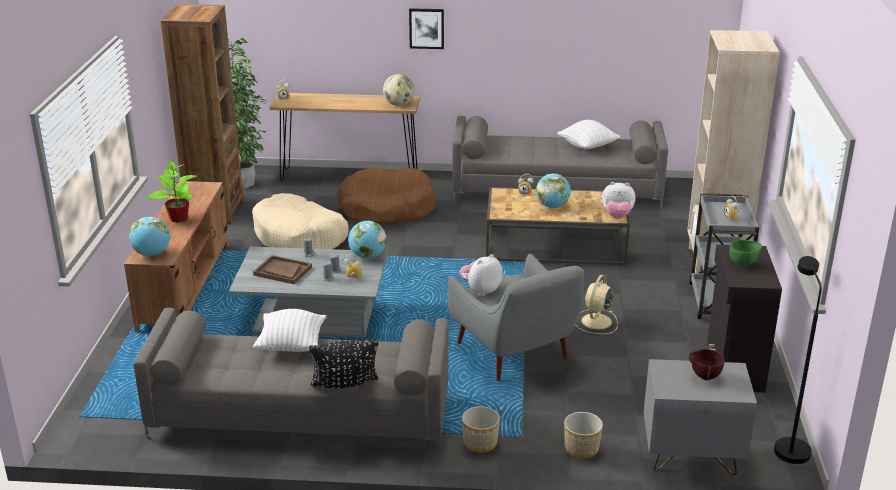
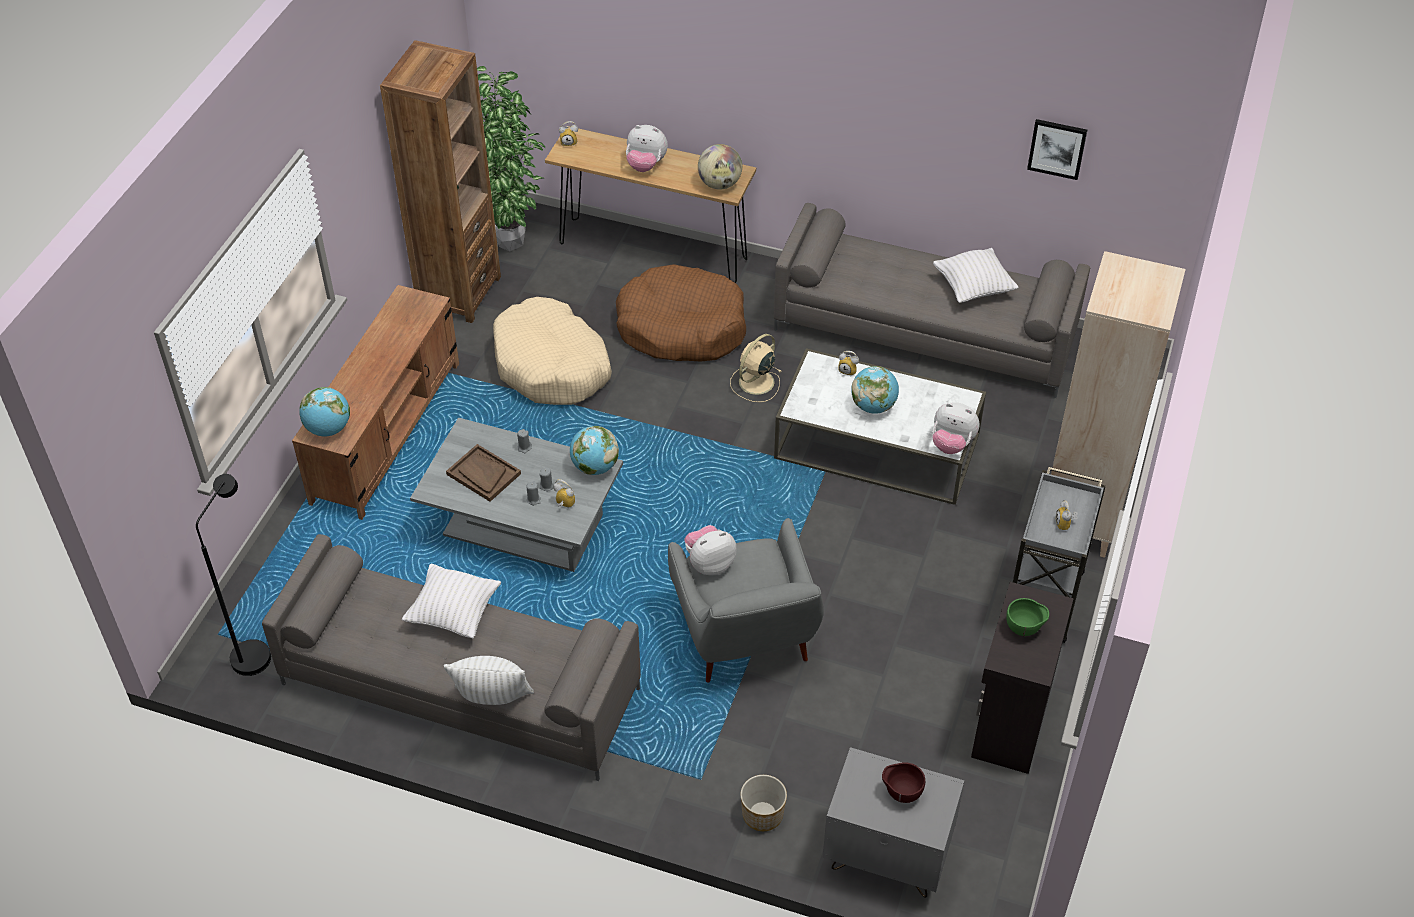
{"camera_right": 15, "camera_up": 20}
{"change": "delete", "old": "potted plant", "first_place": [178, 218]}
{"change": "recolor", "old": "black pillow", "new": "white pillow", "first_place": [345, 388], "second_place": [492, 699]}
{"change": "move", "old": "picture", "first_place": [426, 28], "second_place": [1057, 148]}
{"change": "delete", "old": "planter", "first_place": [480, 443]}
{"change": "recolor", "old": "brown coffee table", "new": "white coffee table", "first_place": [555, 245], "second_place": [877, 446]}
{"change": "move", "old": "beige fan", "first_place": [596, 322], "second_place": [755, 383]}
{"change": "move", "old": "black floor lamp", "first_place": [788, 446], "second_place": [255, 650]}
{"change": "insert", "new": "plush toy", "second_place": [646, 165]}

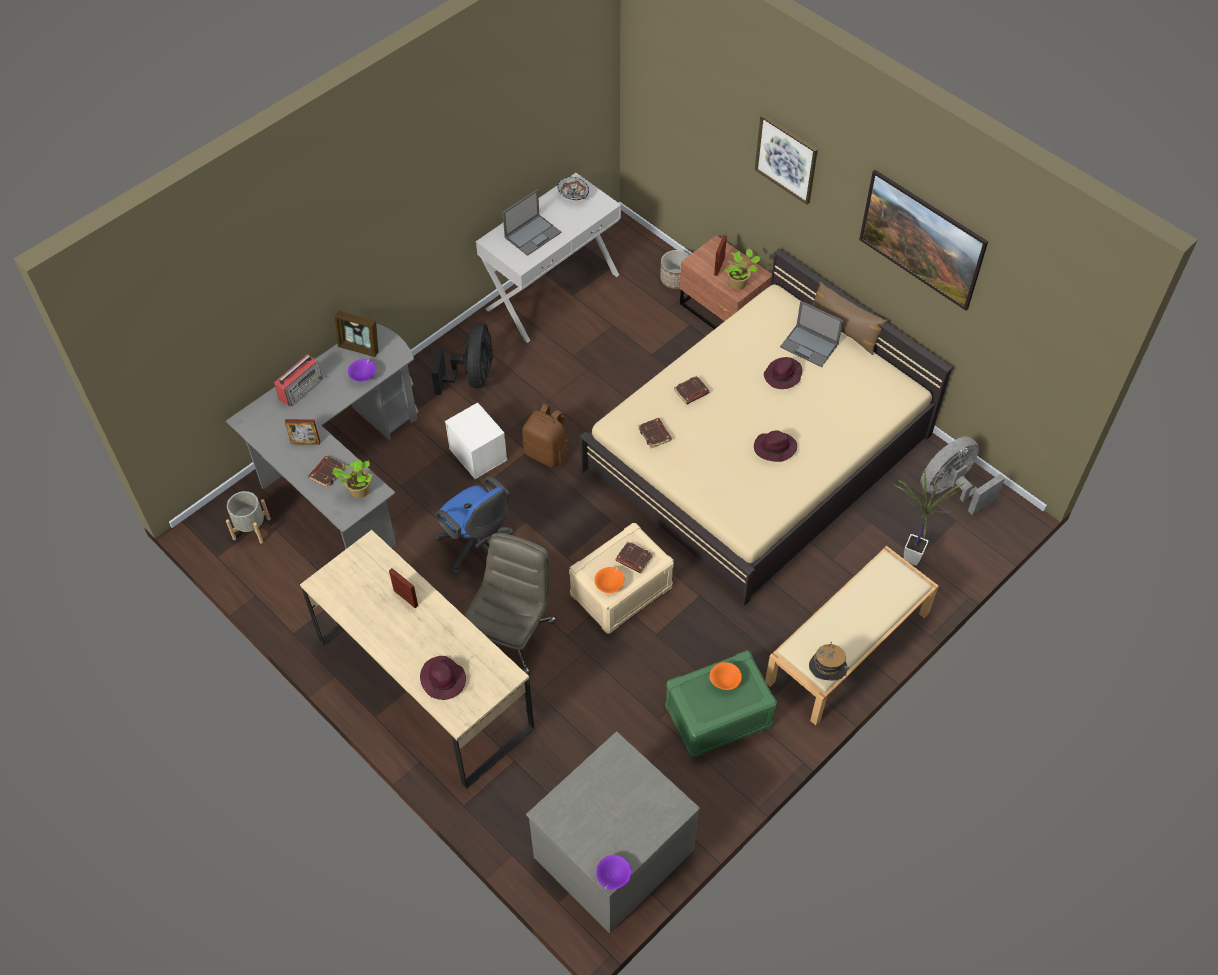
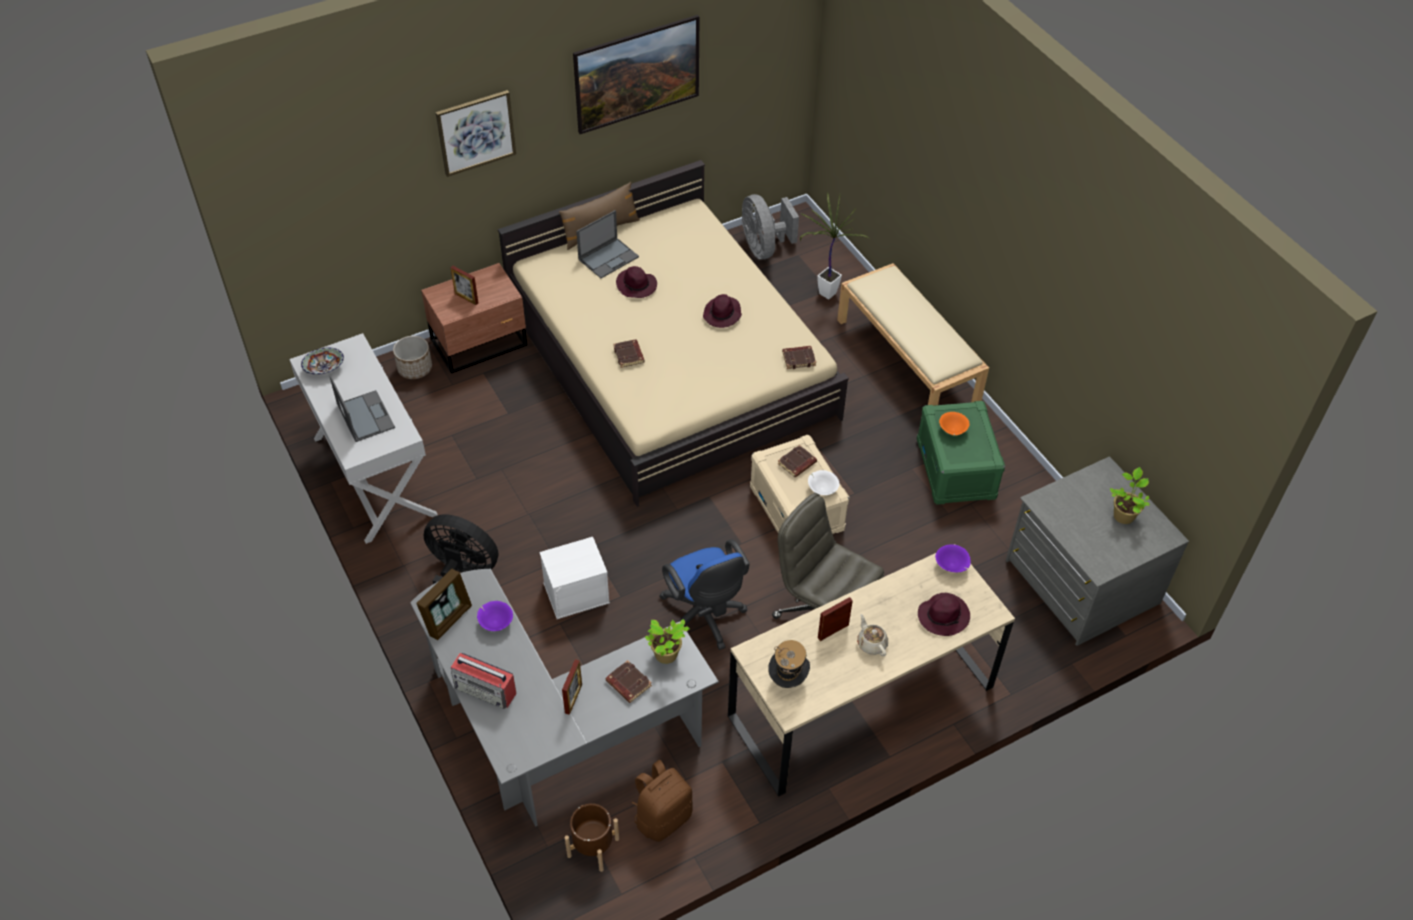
{"camera_right": -75, "camera_up": -5}
{"change": "recolor", "old": "grey planter", "new": "brown planter", "first_place": [251, 529], "second_place": [593, 847]}
{"change": "rotate", "old": "radio", "first_place": [301, 388], "second_place": [486, 690], "degrees": 150}
{"change": "rotate", "old": "blue office chair", "first_place": [478, 548], "second_place": [704, 619], "degrees": 90}
{"change": "move", "old": "brown backpack", "first_place": [547, 453], "second_place": [662, 817]}
{"change": "recolor", "old": "orange bowl", "new": "white bowl", "first_place": [610, 585], "second_place": [822, 489]}
{"change": "move", "old": "purple bowl", "first_place": [613, 877], "second_place": [951, 566]}
{"change": "move", "old": "brown book", "first_place": [655, 434], "second_place": [799, 359]}
{"change": "move", "old": "potted plant", "first_place": [739, 284], "second_place": [1123, 514]}
{"change": "move", "old": "hat", "first_place": [826, 675], "second_place": [787, 680]}
{"change": "insert", "new": "beige teapot", "second_place": [871, 643]}

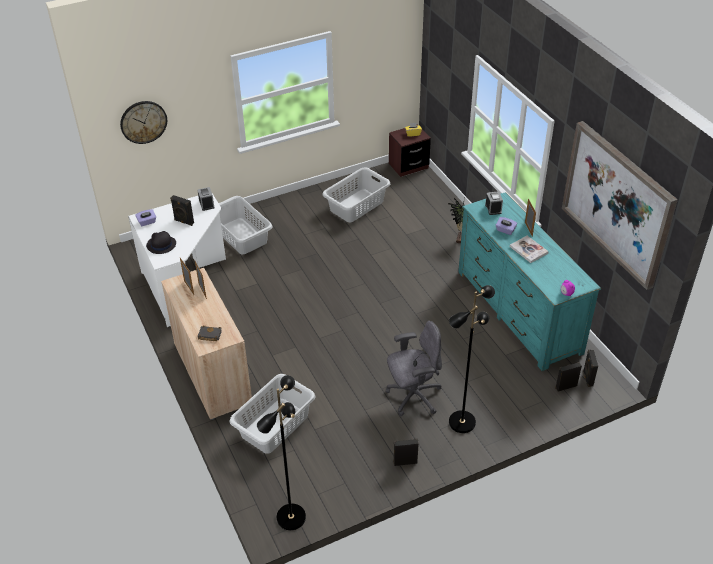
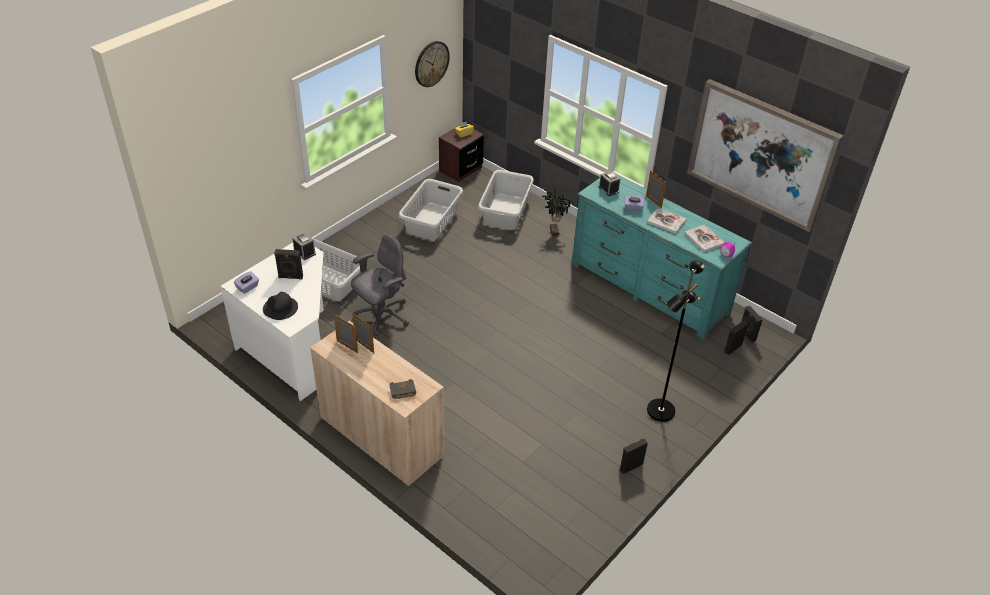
{"camera_right": -25, "camera_up": 0}
{"change": "move", "old": "wall clock", "first_place": [143, 122], "second_place": [431, 63]}
{"change": "move", "old": "grey laundry basket", "first_place": [274, 425], "second_place": [505, 211]}
{"change": "delete", "old": "black floor lamp", "first_place": [290, 517]}
{"change": "move", "old": "grey office chair", "first_place": [413, 396], "second_place": [382, 316]}
{"change": "insert", "new": "book", "second_place": [704, 239]}

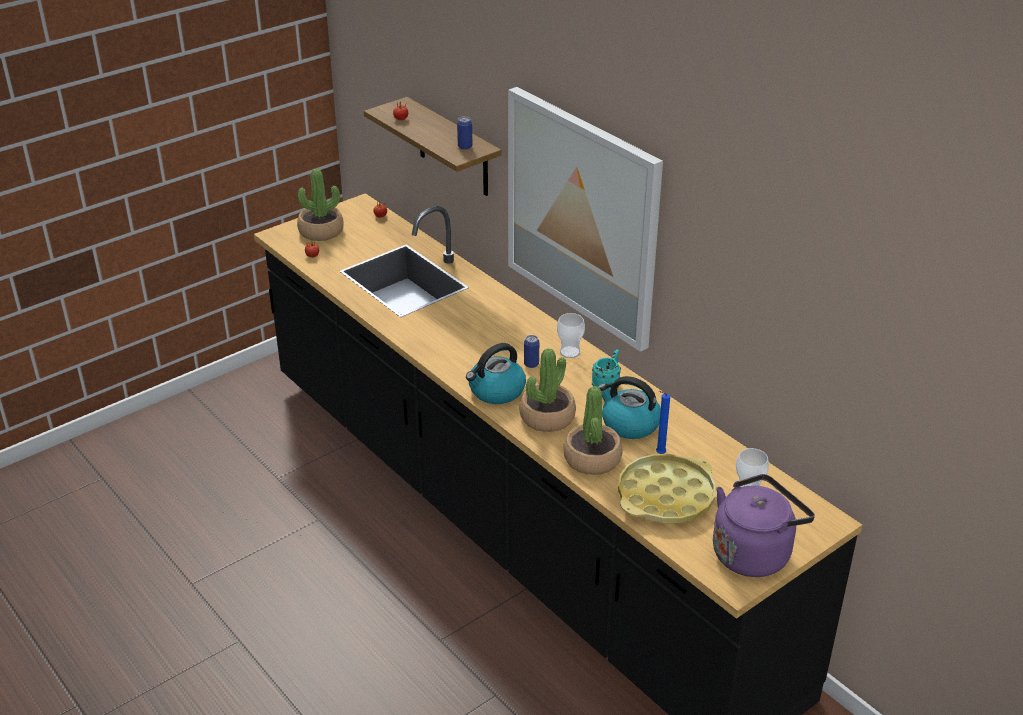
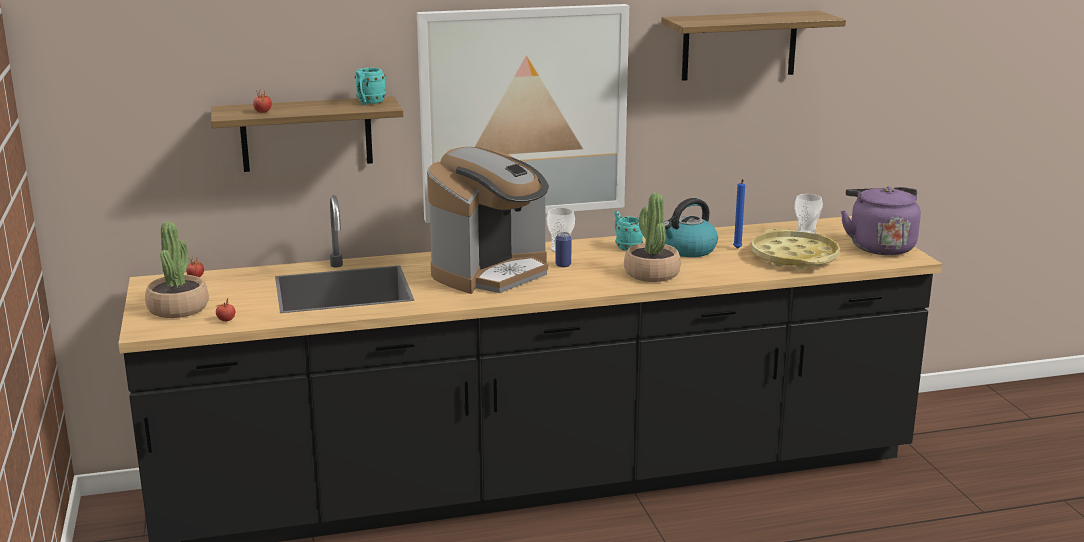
{"camera_right": -65, "camera_up": -15}
{"change": "replace", "old": "can", "new": "turquoise mug", "first_place": [465, 147], "second_place": [368, 103]}
{"change": "delete", "old": "kettle", "first_place": [496, 391]}
{"change": "delete", "old": "potted plant", "first_place": [592, 459]}
{"change": "insert", "new": "coffee machine", "second_place": [491, 273]}
{"change": "insert", "new": "shelf", "second_place": [739, 45]}

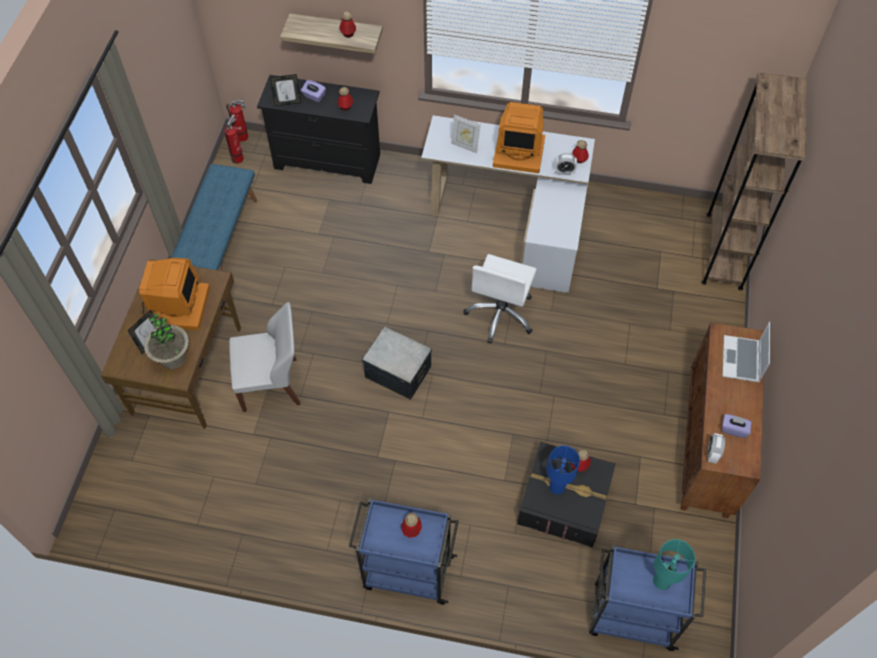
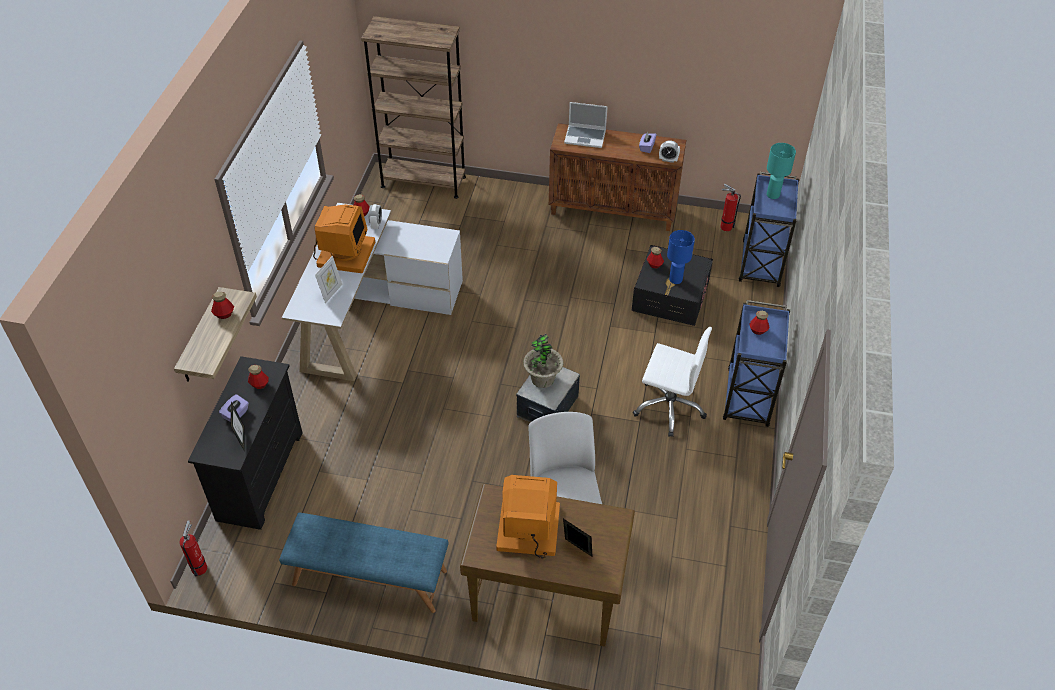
{"camera_right": -90, "camera_up": -10}
{"change": "move", "old": "potted plant", "first_place": [173, 358], "second_place": [542, 379]}
{"change": "move", "old": "fire extinguisher", "first_place": [238, 157], "second_place": [724, 226]}
{"change": "move", "old": "white office chair", "first_place": [501, 314], "second_place": [669, 407]}

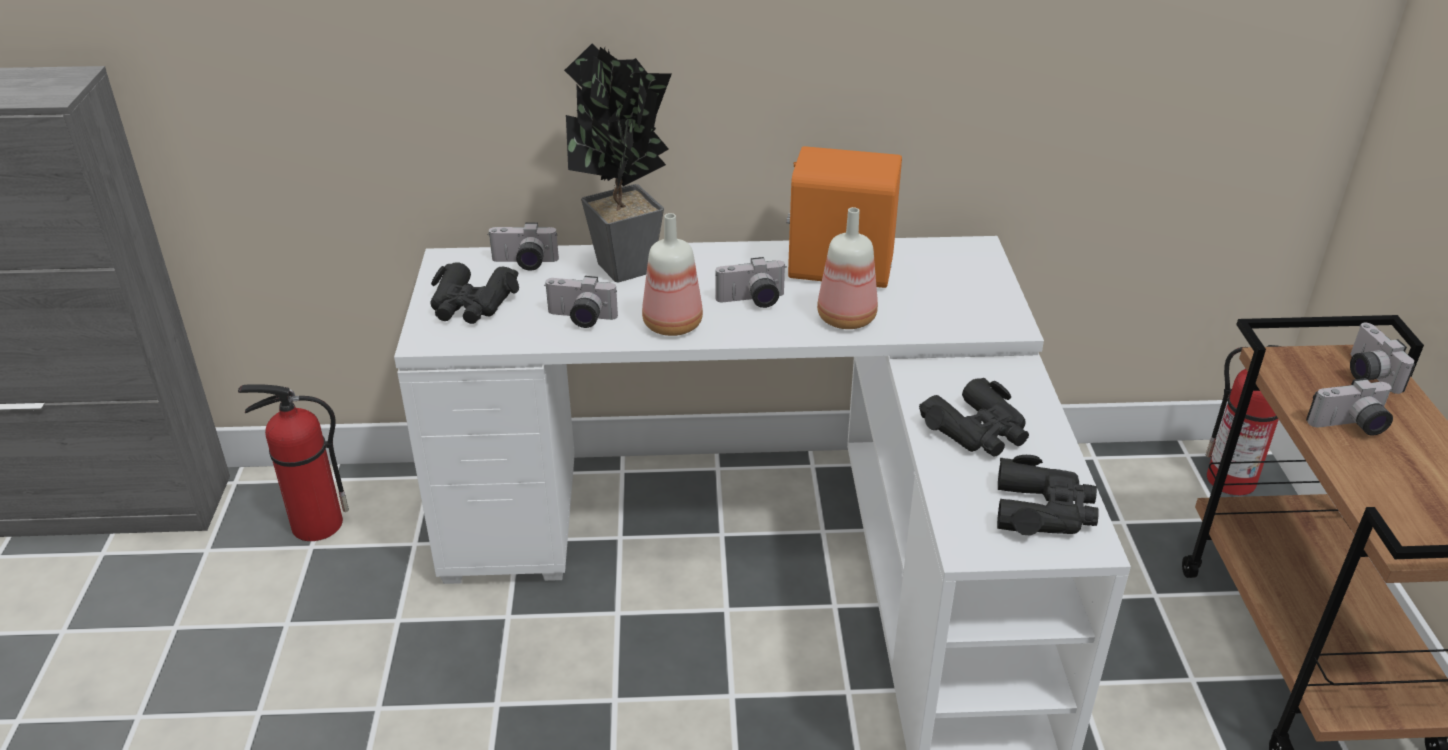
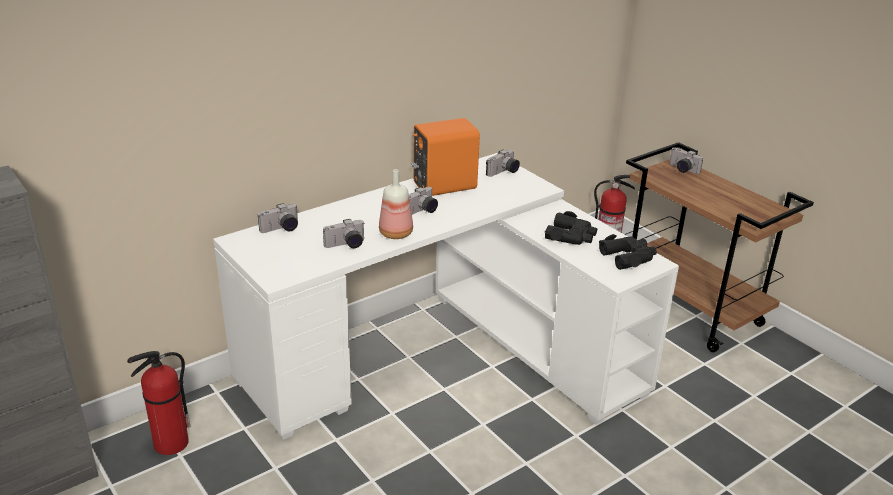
{"camera_right": -35, "camera_up": -5}
{"change": "delete", "old": "black binoculars", "first_place": [471, 304]}
{"change": "delete", "old": "potted plant", "first_place": [624, 273]}
{"change": "delete", "old": "bottle", "first_place": [848, 319]}
{"change": "move", "old": "photo camera", "first_place": [1350, 426], "second_place": [504, 172]}

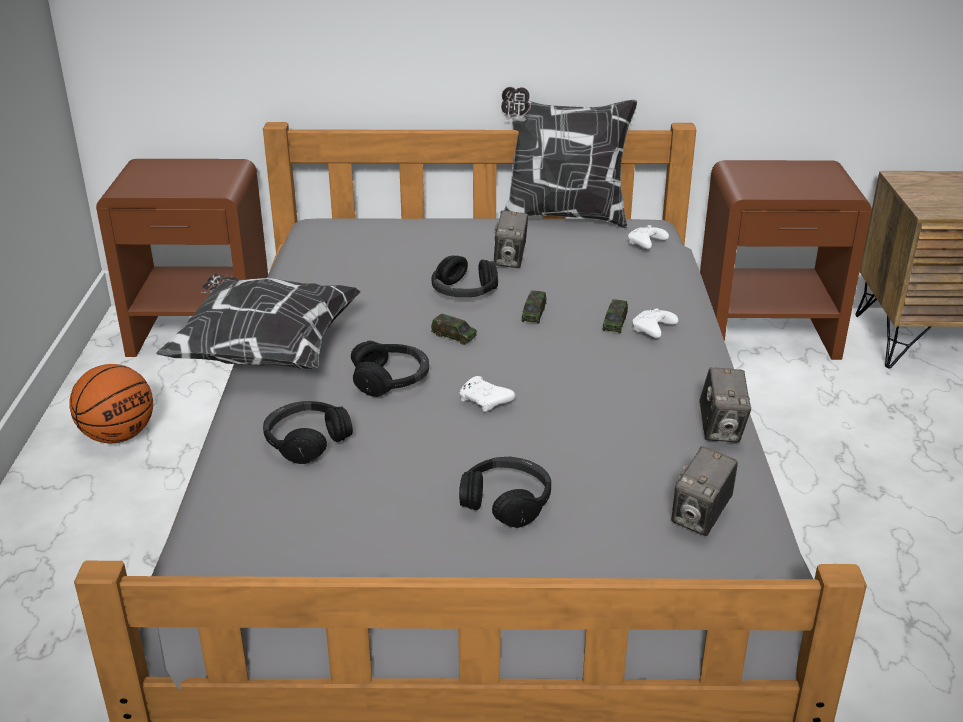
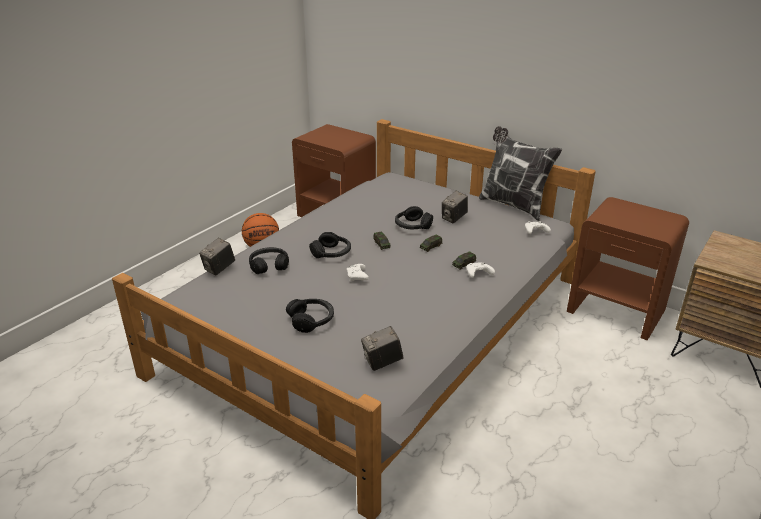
{"camera_right": 35, "camera_up": 0}
{"change": "delete", "old": "pillow", "first_place": [264, 352]}
{"change": "move", "old": "photo camera", "first_place": [721, 429], "second_place": [219, 269]}

